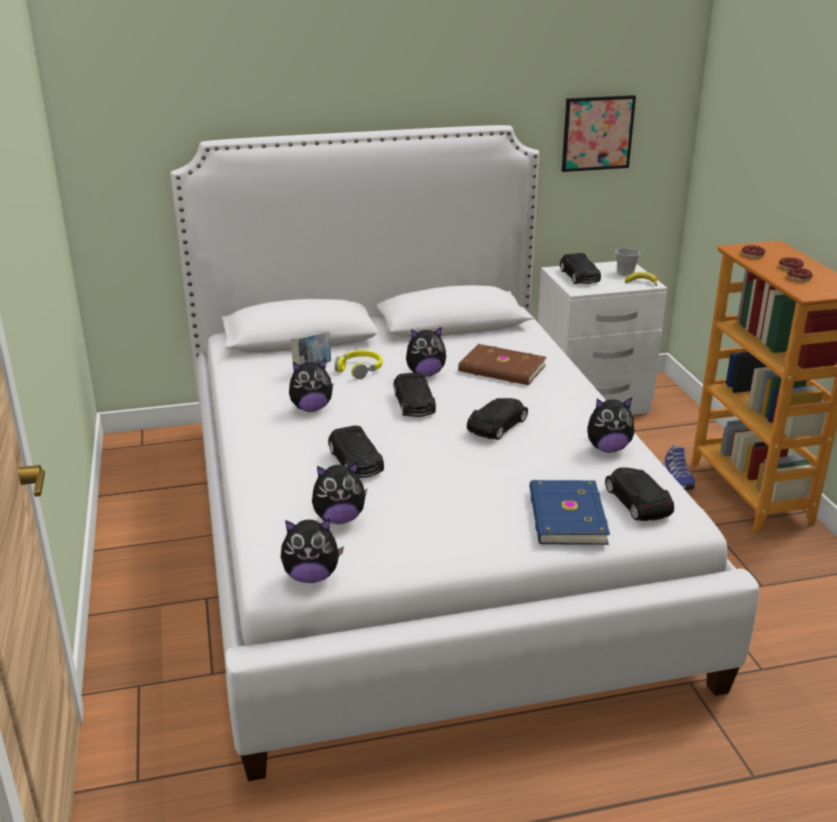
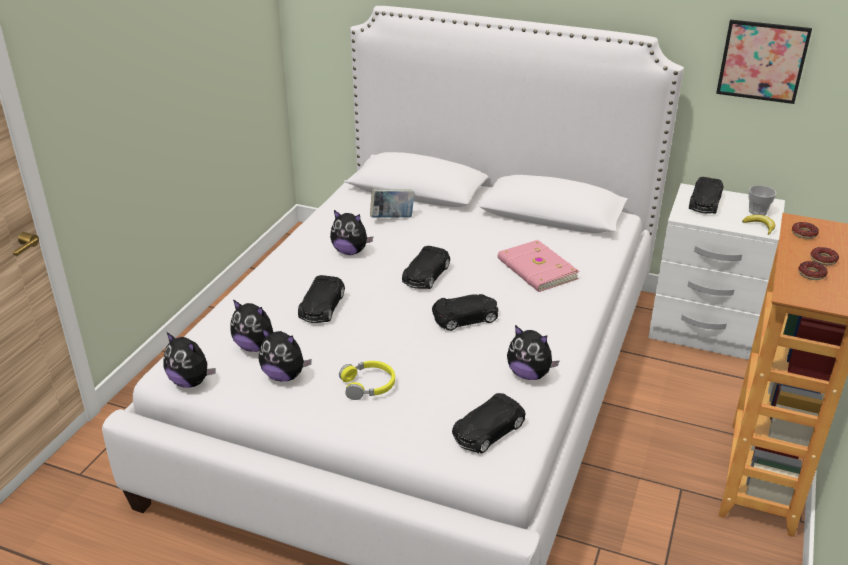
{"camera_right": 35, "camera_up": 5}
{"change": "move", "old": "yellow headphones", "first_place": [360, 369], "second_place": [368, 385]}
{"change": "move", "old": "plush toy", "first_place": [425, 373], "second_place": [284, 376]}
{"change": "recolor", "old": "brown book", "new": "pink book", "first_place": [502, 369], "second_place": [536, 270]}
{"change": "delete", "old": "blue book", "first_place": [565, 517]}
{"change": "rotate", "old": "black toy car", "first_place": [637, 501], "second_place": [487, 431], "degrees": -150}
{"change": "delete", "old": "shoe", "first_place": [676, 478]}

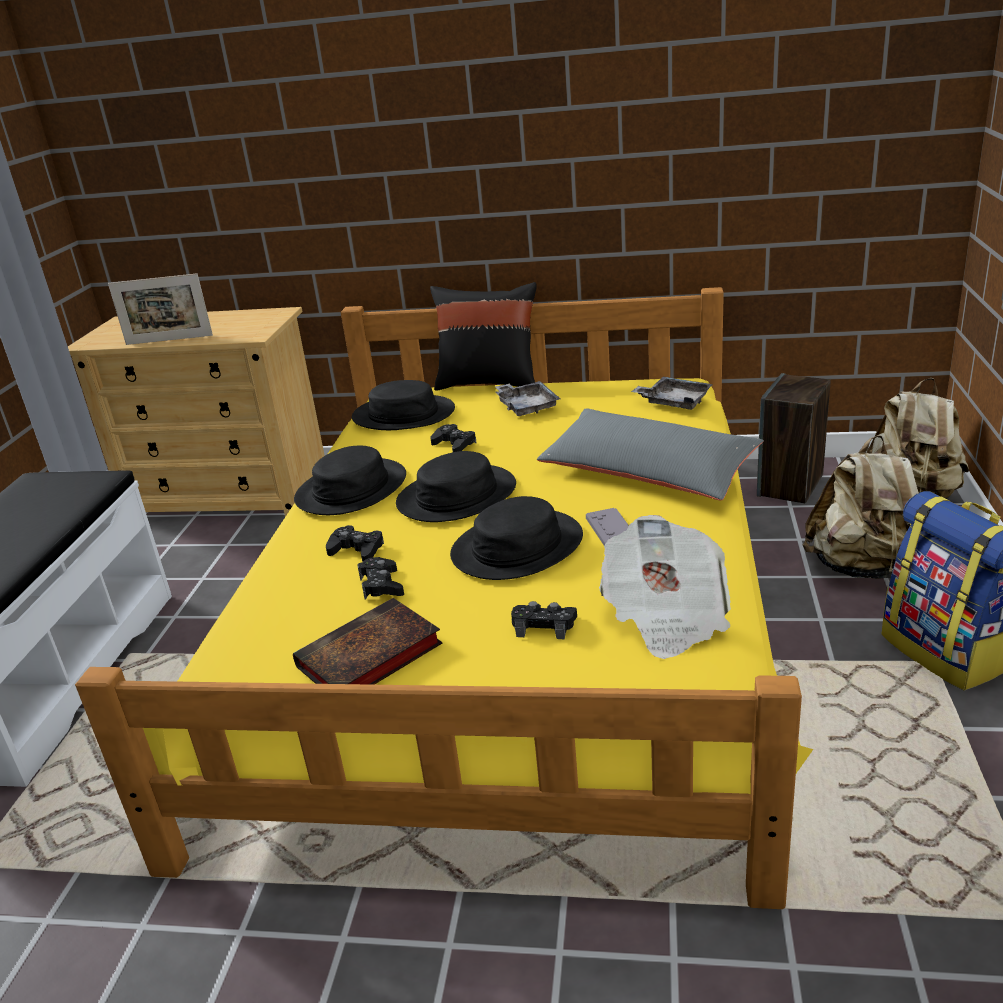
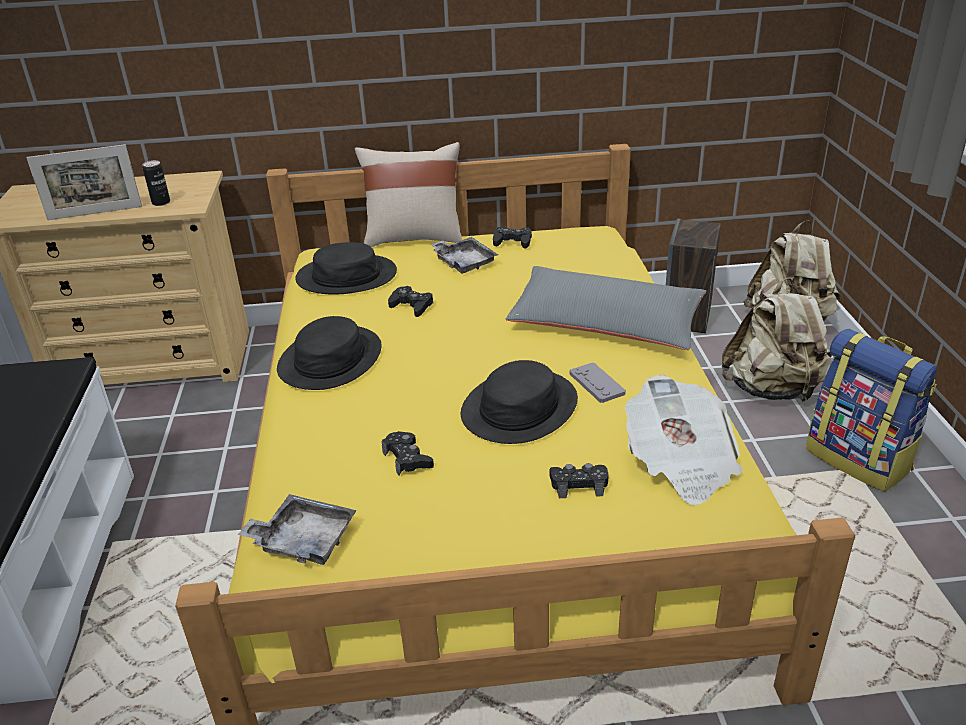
{"camera_right": -15, "camera_up": 5}
{"change": "delete", "old": "book", "first_place": [367, 658]}
{"change": "move", "old": "black game controller", "first_place": [357, 550], "second_place": [512, 242]}
{"change": "delete", "old": "black hat", "first_place": [456, 495]}
{"change": "recolor", "old": "black pillow", "new": "beige pillow", "first_place": [488, 383], "second_place": [414, 238]}
{"change": "move", "old": "grey tray", "first_place": [674, 402], "second_place": [303, 540]}
{"change": "insert", "new": "can", "second_place": [161, 203]}

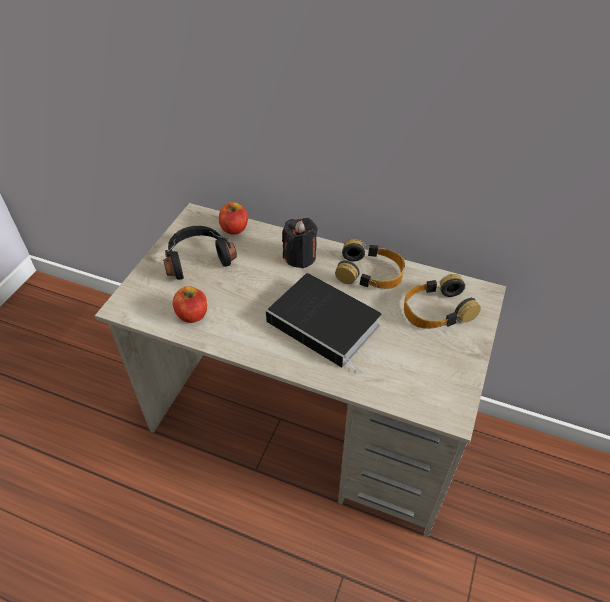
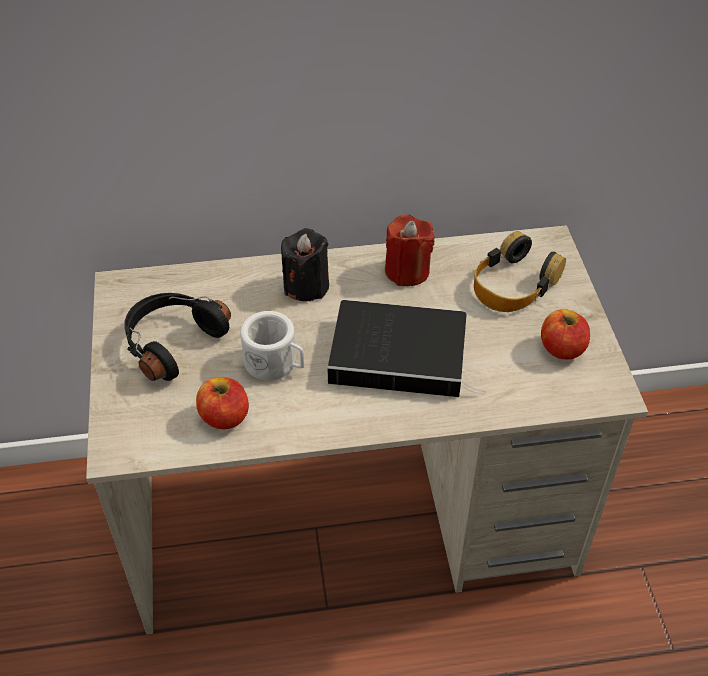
{"camera_right": -30, "camera_up": 0}
{"change": "move", "old": "apple", "first_place": [234, 229], "second_place": [562, 348]}
{"change": "replace", "old": "headphones", "new": "red candle", "first_place": [370, 273], "second_place": [407, 271]}
{"change": "insert", "new": "white mug", "second_place": [276, 364]}

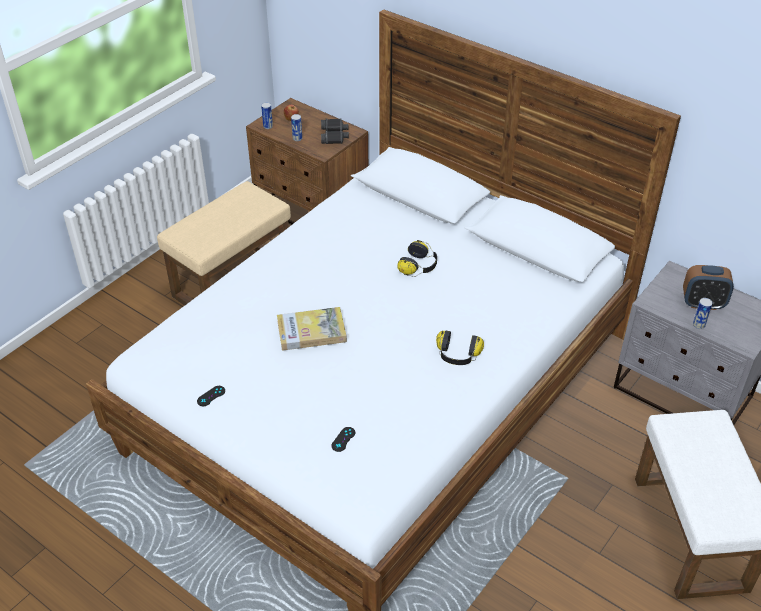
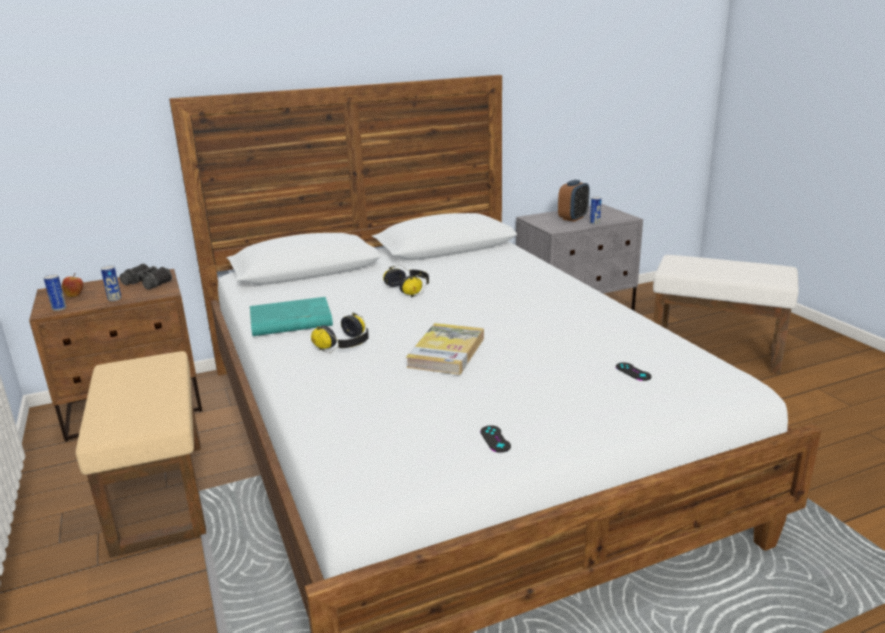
{"camera_right": -60, "camera_up": -20}
{"change": "move", "old": "headphones", "first_place": [457, 356], "second_place": [345, 345]}
{"change": "insert", "new": "turquoise book", "second_place": [290, 322]}

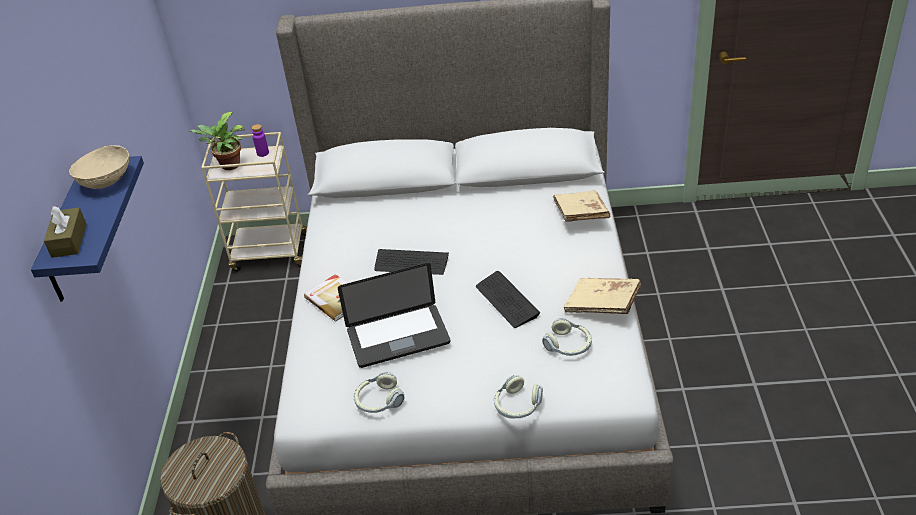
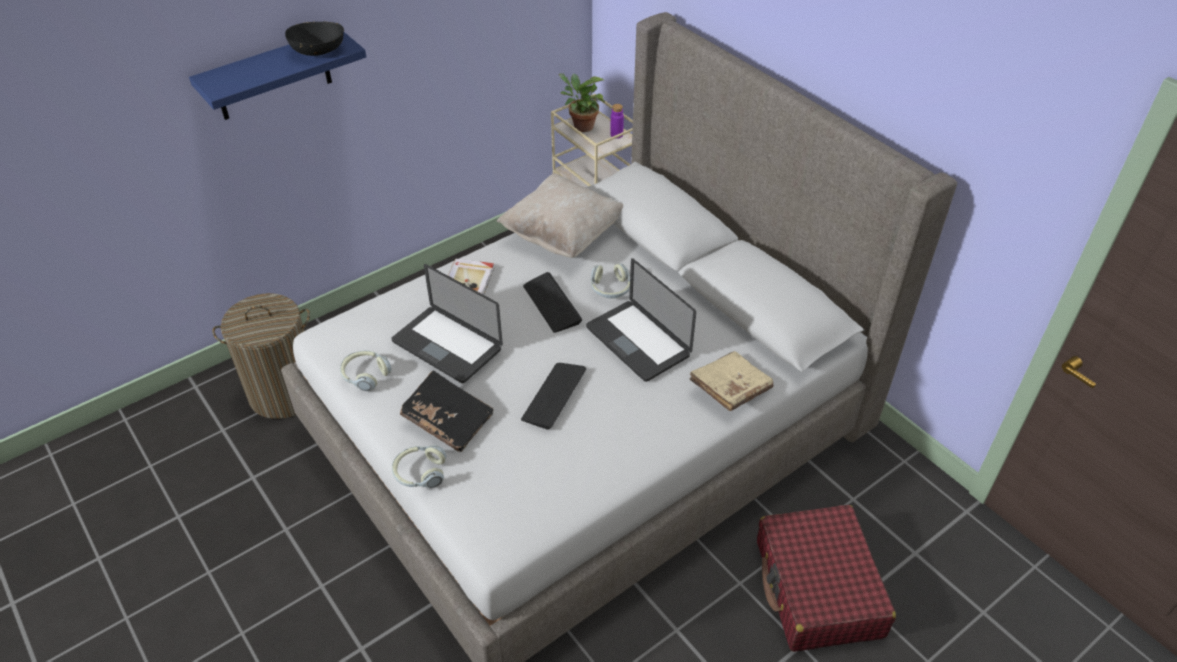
{"camera_right": 50, "camera_up": 5}
{"change": "delete", "old": "brown tissue box", "first_place": [69, 240]}
{"change": "recolor", "old": "beige bowl", "new": "black bowl", "first_place": [106, 180], "second_place": [318, 51]}
{"change": "move", "old": "headphones", "first_place": [568, 345], "second_place": [610, 289]}
{"change": "delete", "old": "beige book", "first_place": [602, 305]}
{"change": "insert", "new": "black book", "second_place": [448, 420]}
{"change": "insert", "new": "beige pillow", "second_place": [563, 235]}
{"change": "insert", "new": "laptop", "second_place": [637, 342]}
{"change": "insert", "new": "red suitcase", "second_place": [818, 589]}

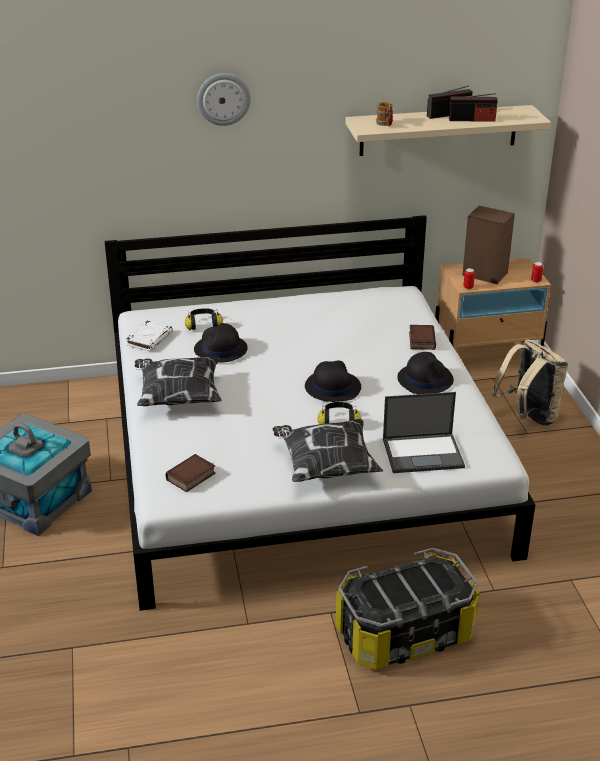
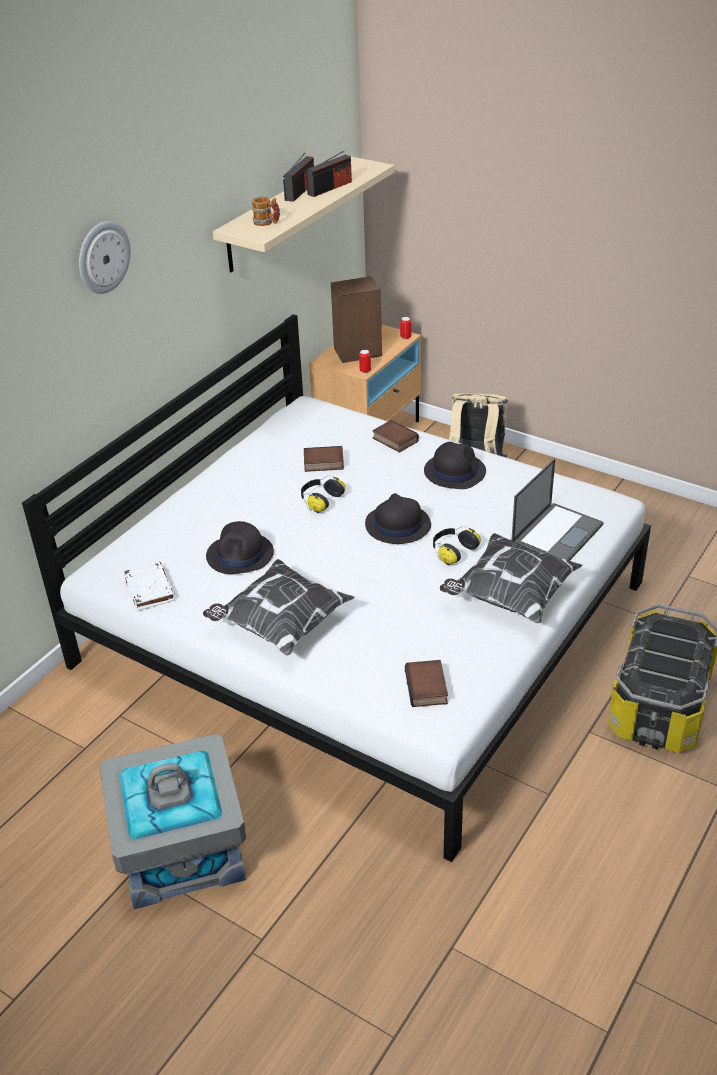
{"camera_right": -45, "camera_up": 5}
{"change": "move", "old": "headphones", "first_place": [203, 325], "second_place": [320, 500]}
{"change": "insert", "new": "book", "second_place": [323, 463]}

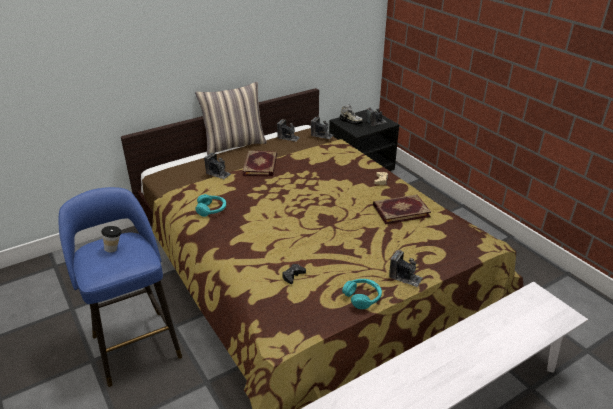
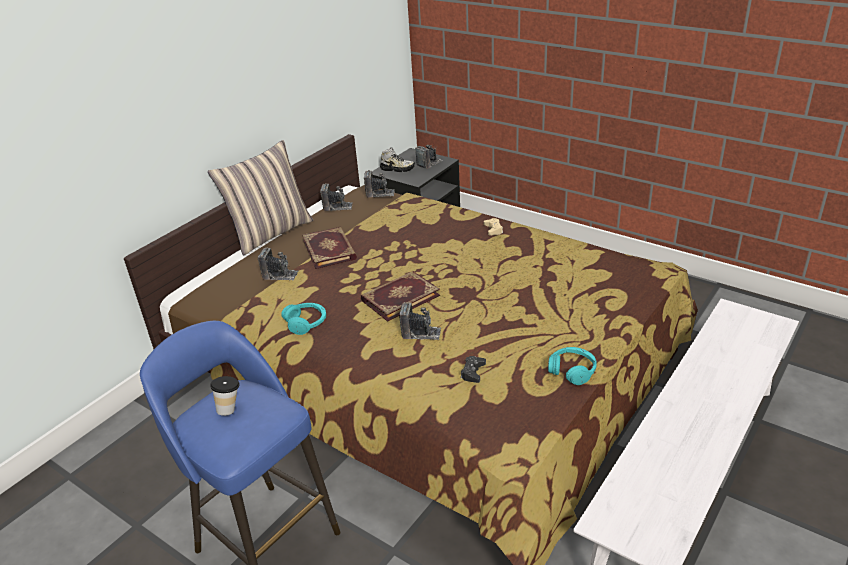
{"camera_right": -20, "camera_up": 0}
{"change": "move", "old": "book", "first_place": [400, 210], "second_place": [399, 297]}
{"change": "move", "old": "photo camera", "first_place": [405, 277], "second_place": [421, 333]}

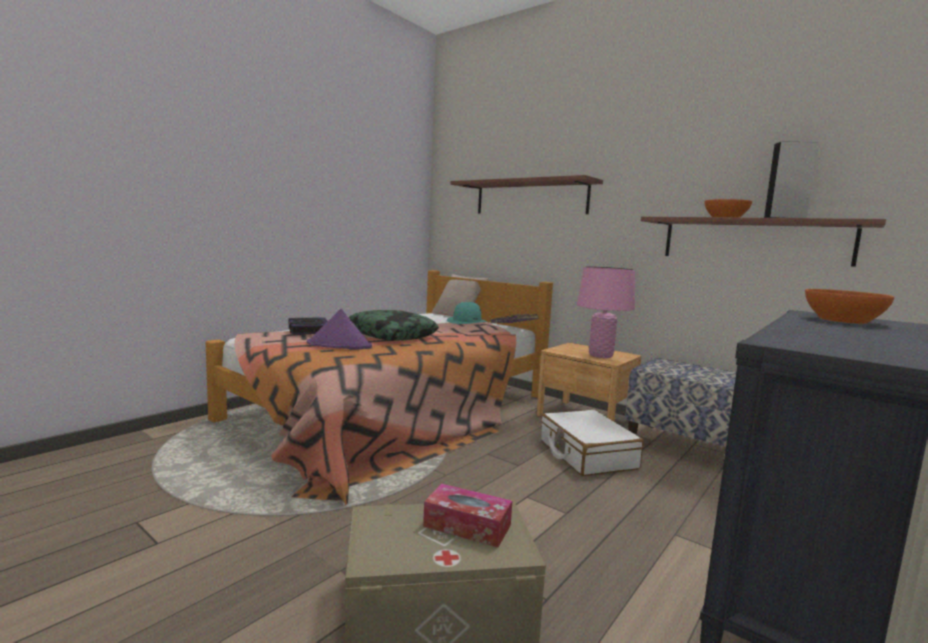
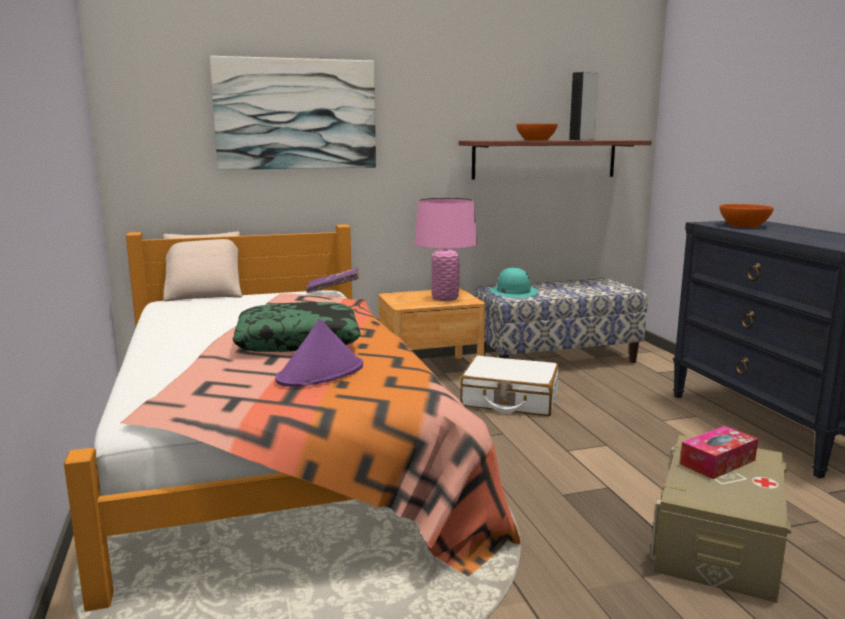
{"camera_right": -55, "camera_up": 5}
{"change": "delete", "old": "book", "first_place": [308, 330]}
{"change": "move", "old": "turquoise hat", "first_place": [467, 321], "second_place": [513, 292]}
{"change": "replace", "old": "shelf", "new": "picture", "first_place": [530, 198], "second_place": [296, 114]}

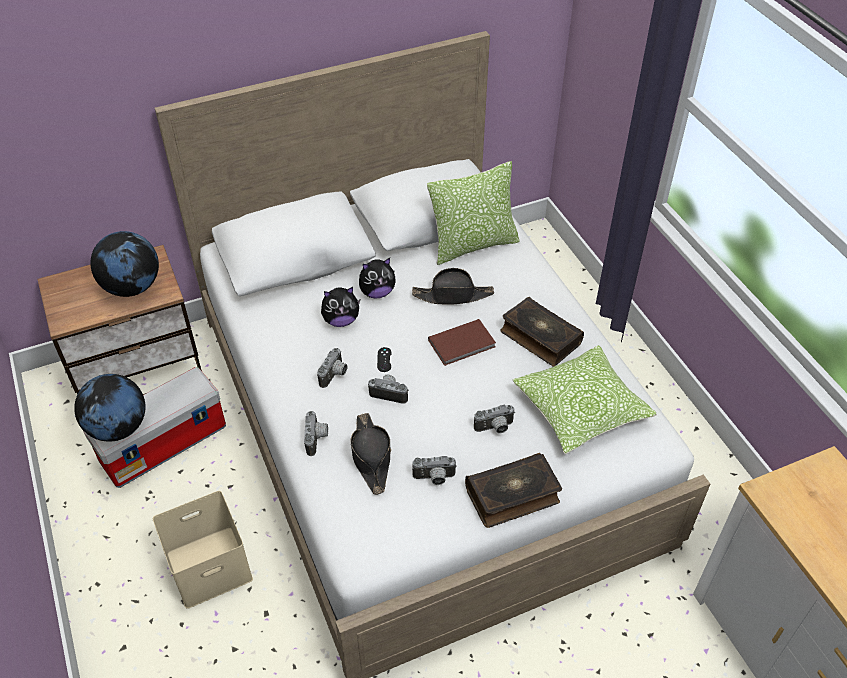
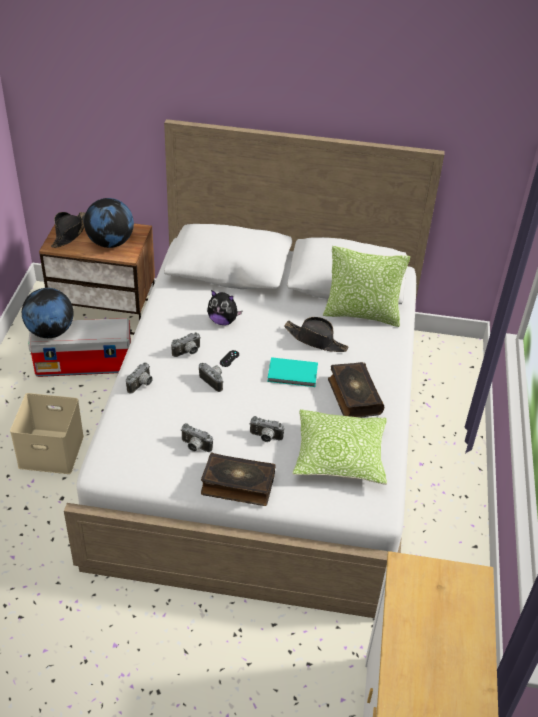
{"camera_right": 30, "camera_up": -5}
{"change": "move", "old": "black hat", "first_place": [371, 457], "second_place": [69, 233]}
{"change": "delete", "old": "plush toy", "first_place": [377, 292]}
{"change": "recolor", "old": "brown book", "new": "turquoise book", "first_place": [463, 344], "second_place": [293, 374]}

